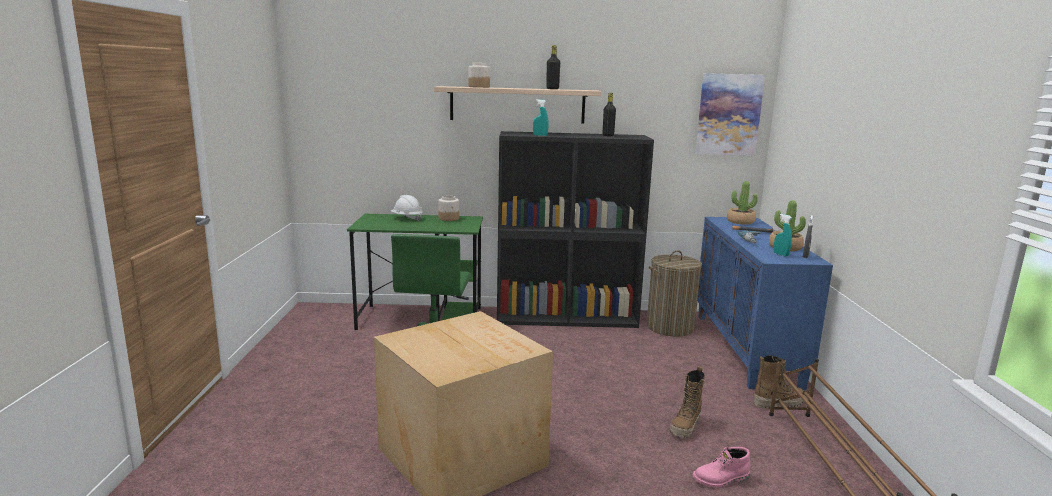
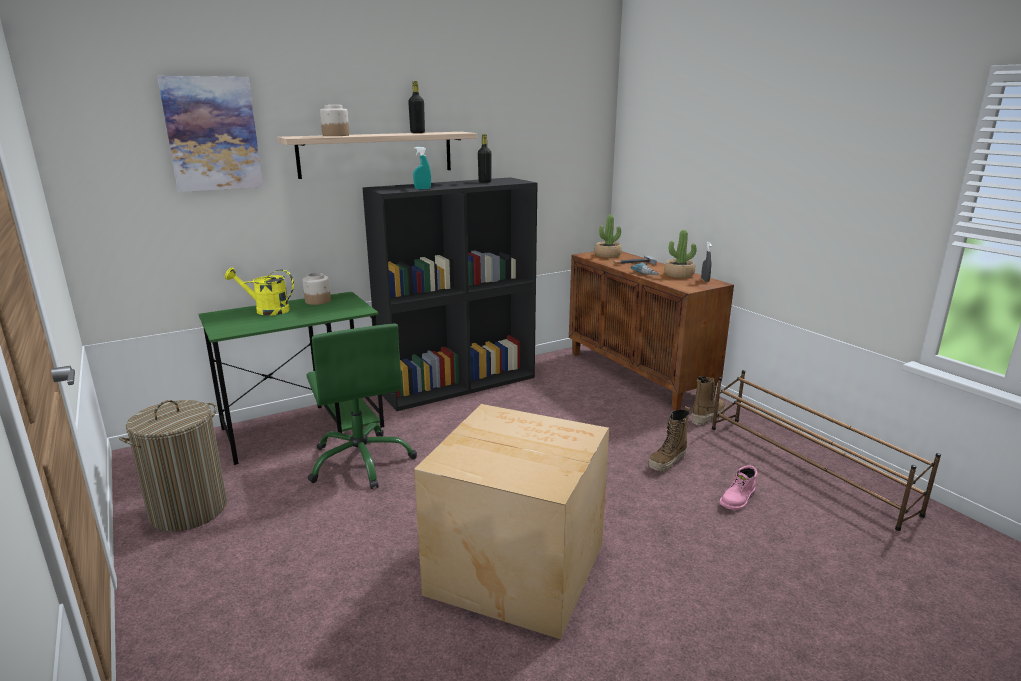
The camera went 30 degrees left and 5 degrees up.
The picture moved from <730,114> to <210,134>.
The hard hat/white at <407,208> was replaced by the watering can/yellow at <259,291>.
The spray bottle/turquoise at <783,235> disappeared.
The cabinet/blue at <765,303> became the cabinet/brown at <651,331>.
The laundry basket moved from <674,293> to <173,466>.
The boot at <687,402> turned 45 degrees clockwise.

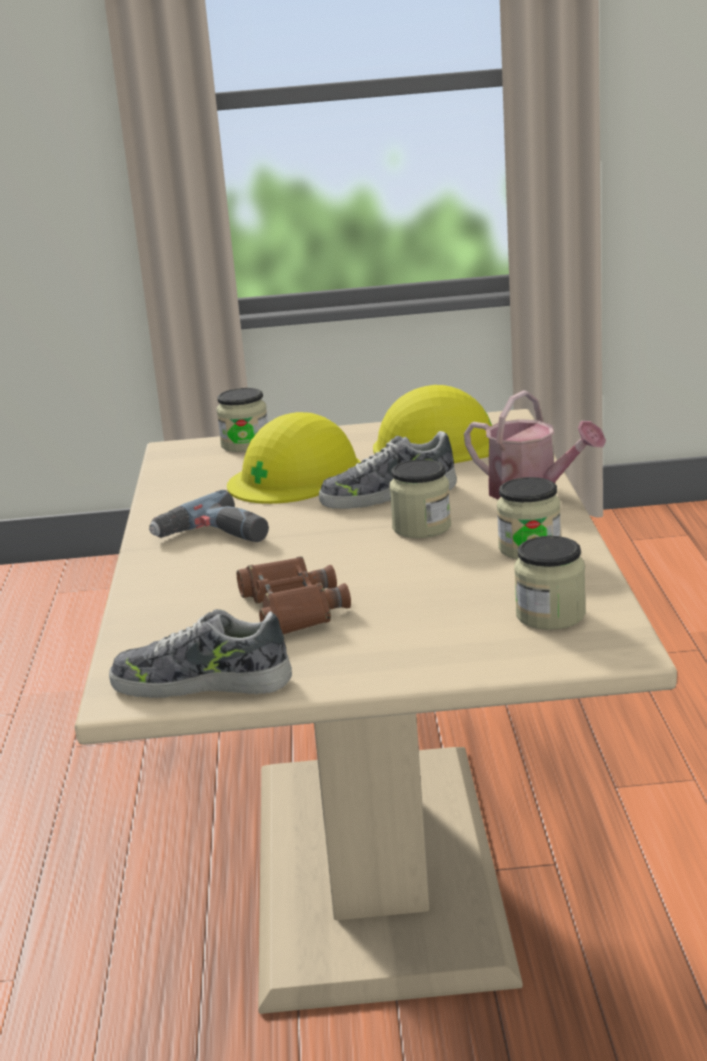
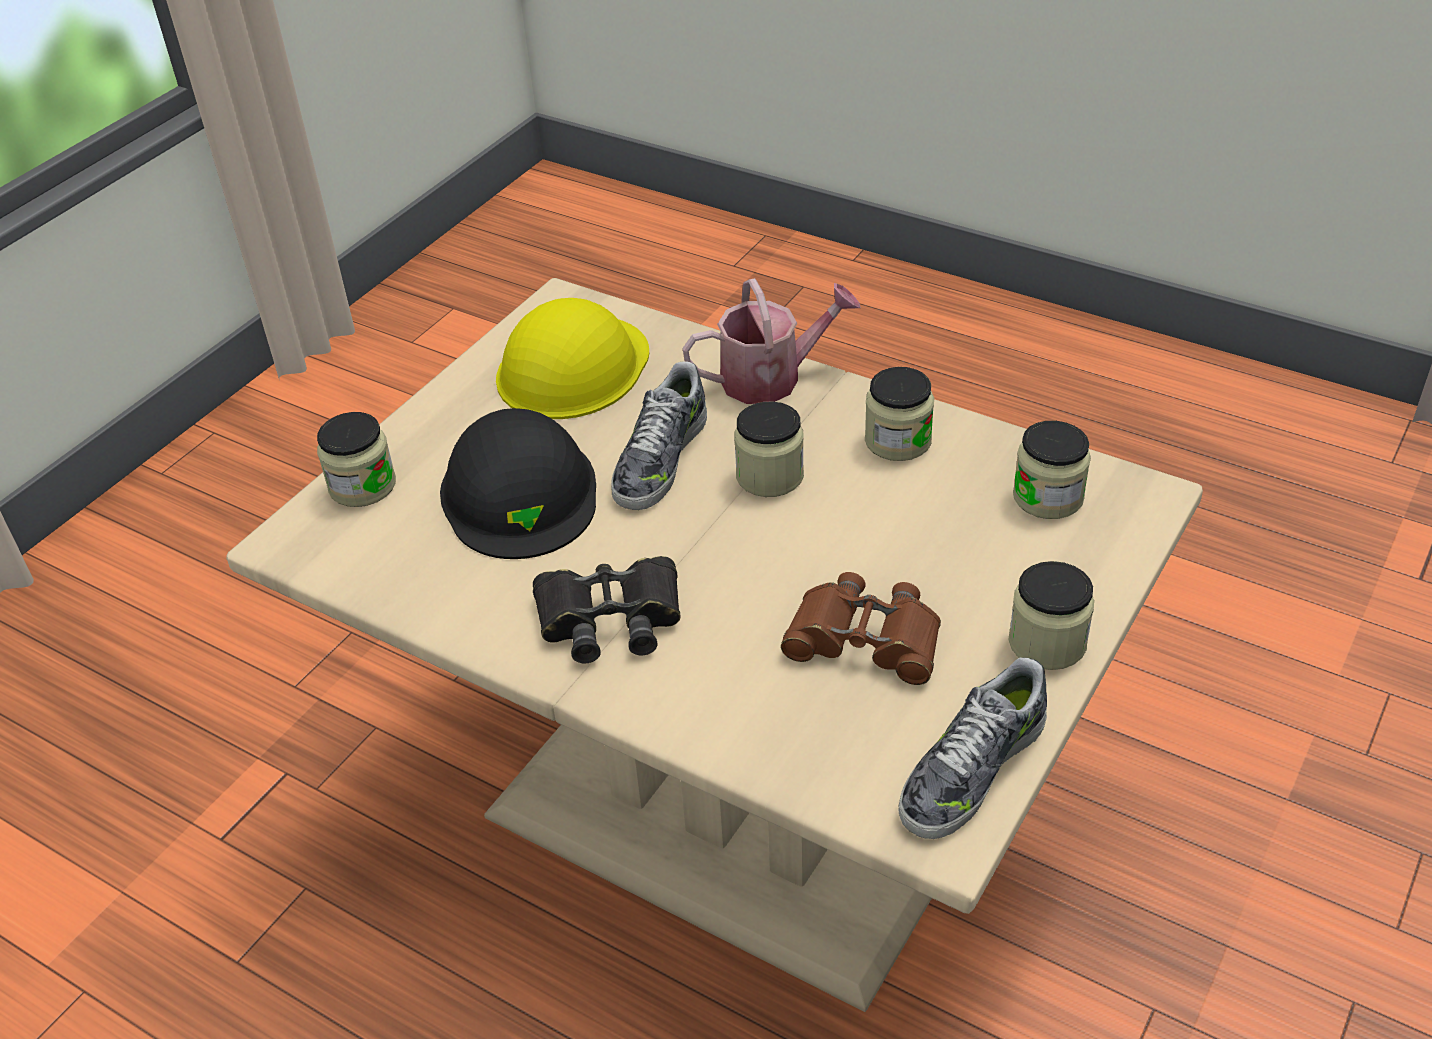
The camera went 55 degrees left and 20 degrees up.
The hard hat/yellow at <294,458> became the hard hat/black at <518,483>.
The power drill at <209,516> was replaced by the binoculars/black at <606,610>.
The jar at <1051,615> appeared.

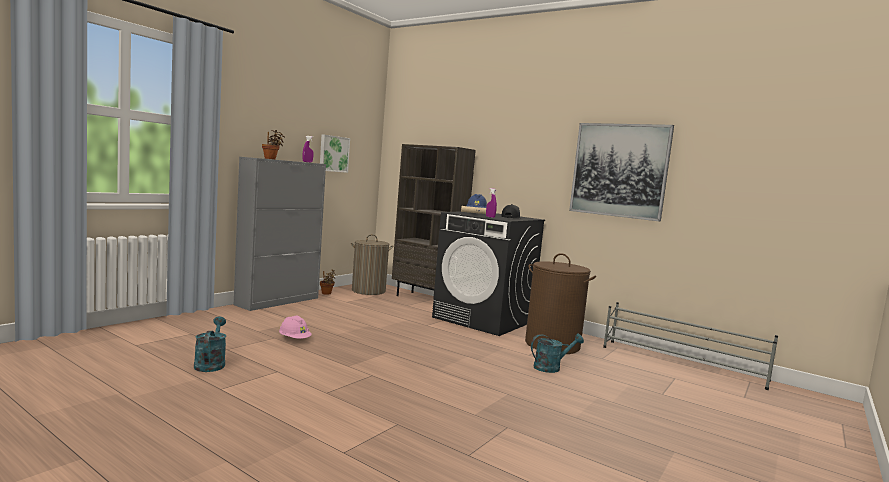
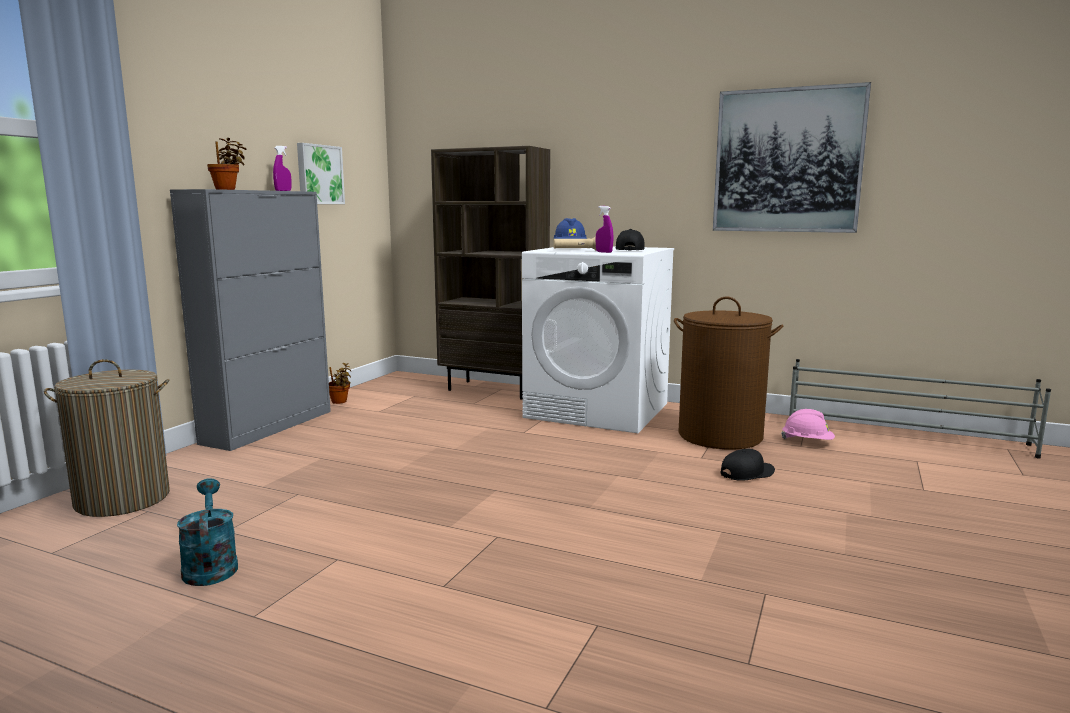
The camera went 10 degrees left and 5 degrees up.
The washing machine/black at <488,274> became the washing machine/white at <598,340>.
The laundry basket moved from <372,264> to <107,438>.
The hard hat/pink moved from <295,327> to <808,424>.
The watering can/turquoise at <557,353> was replaced by the cap/black at <748,465>.

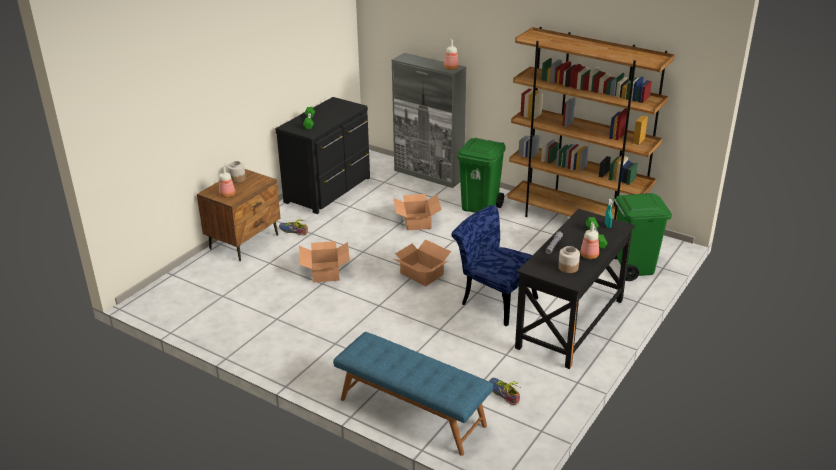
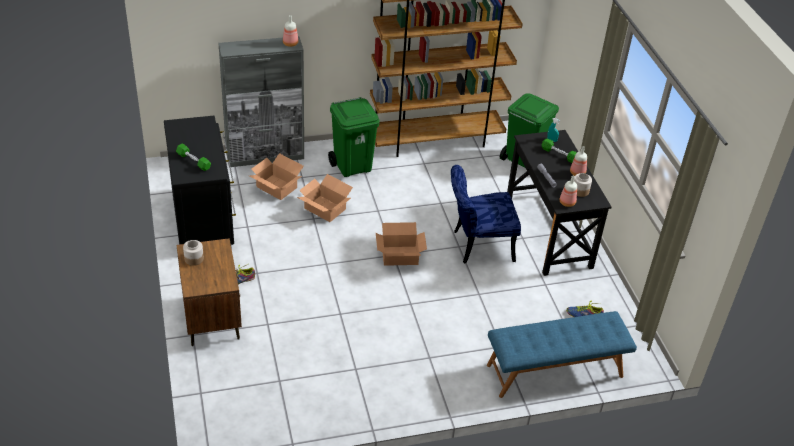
The camera went 50 degrees left and 10 degrees up.
The bottle moved from <227,182> to <568,191>.
The cardboard box moved from <324,262> to <277,176>.

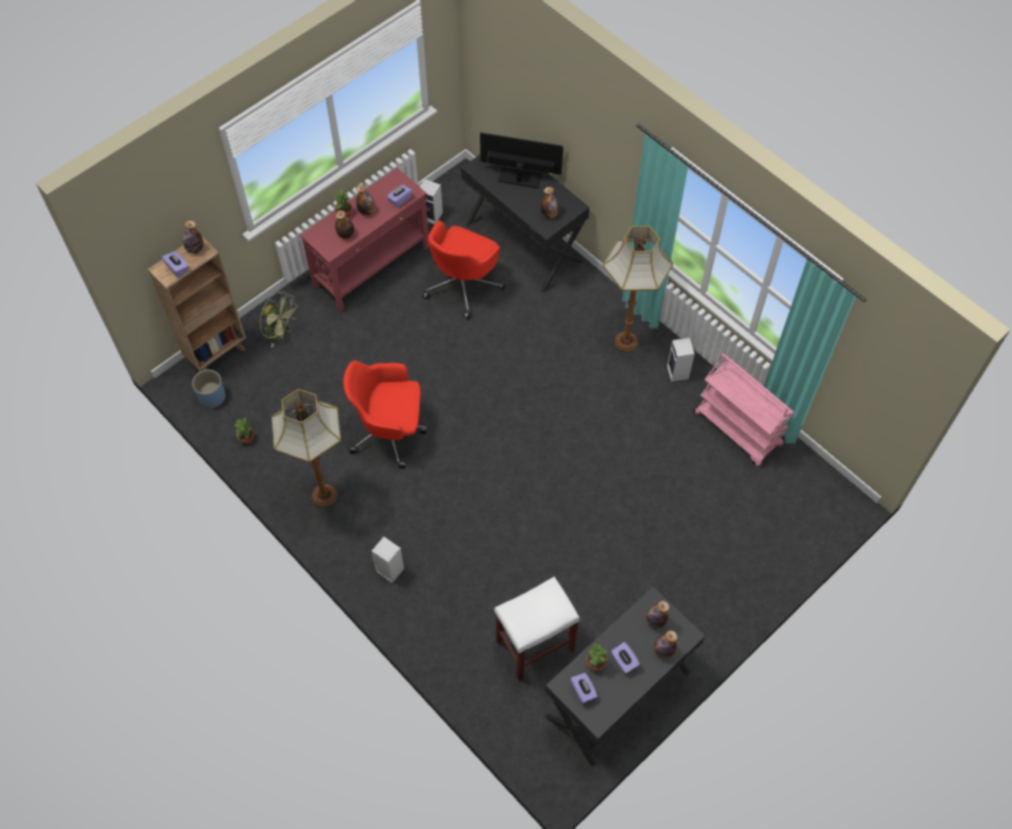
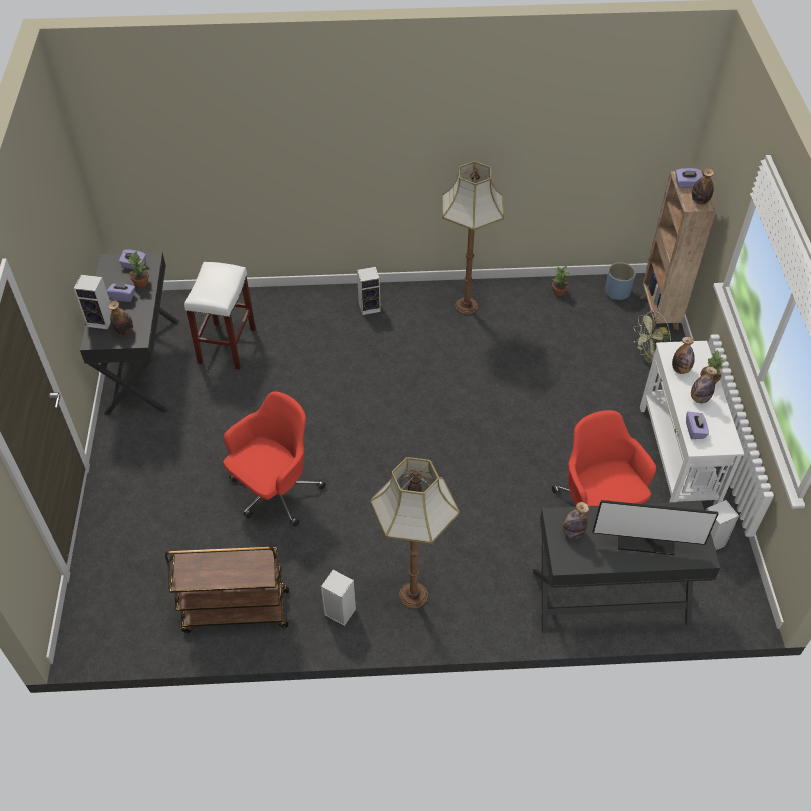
The camera went 130 degrees right and 10 degrees down.
The monitor at <521,160> turned 45 degrees clockwise.
The console table/red at <364,240> became the console table/white at <692,423>.
The cart/pink at <744,410> became the cart/brown at <227,590>.
The office chair/red moved from <385,414> to <274,459>.
The bottle at <665,644> was replaced by the speaker at <93,302>.

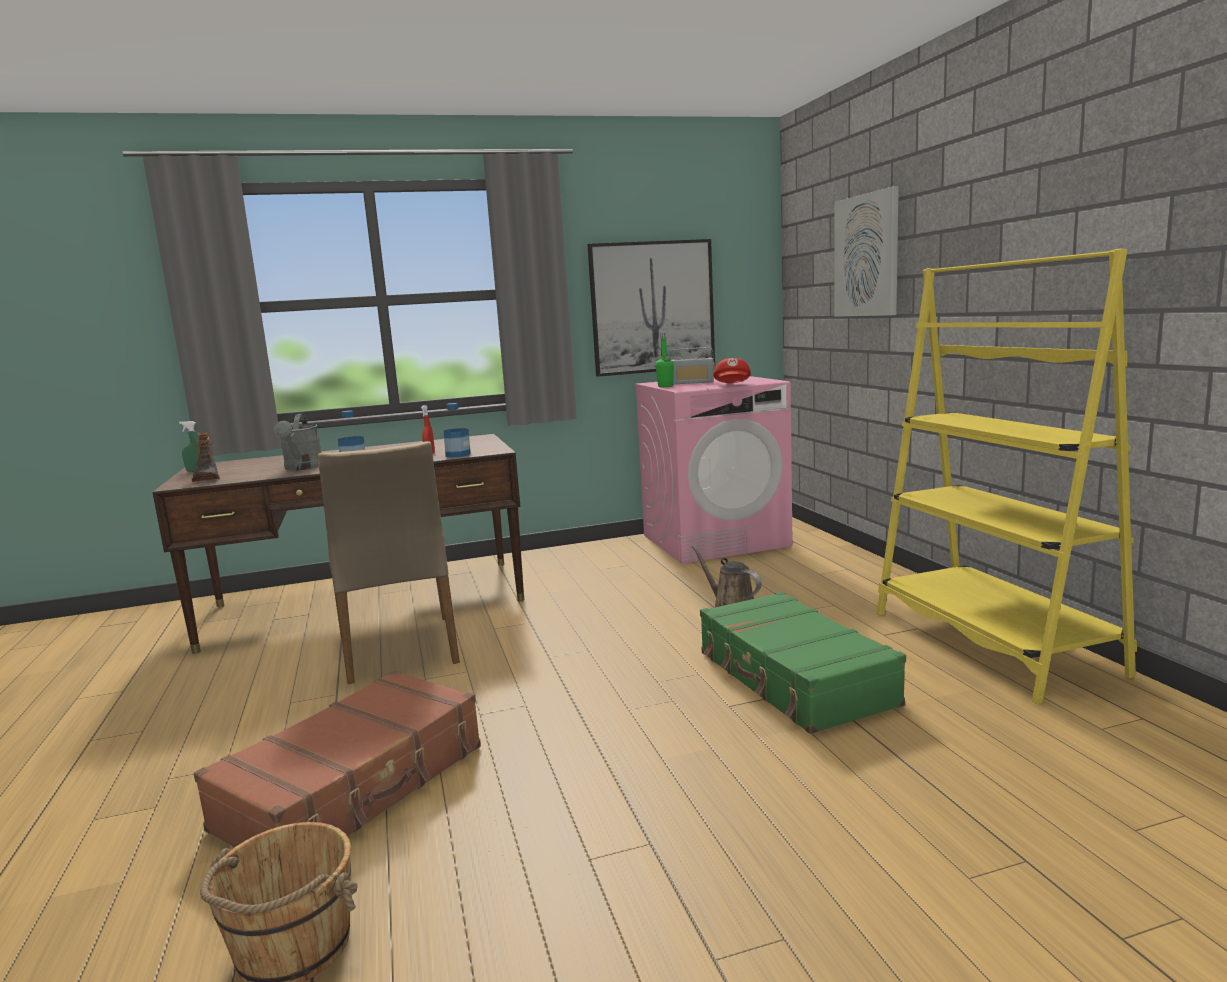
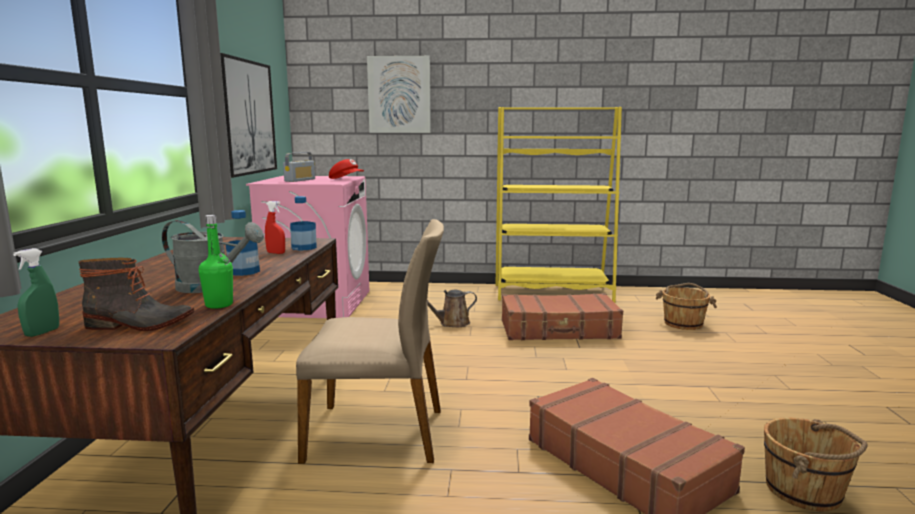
The camera went 70 degrees left and 0 degrees up.
The bottle/green moved from <664,360> to <216,262>.
The suitcase/green at <803,662> became the suitcase/brown at <562,316>.
The bucket/brown at <686,306> appeared.

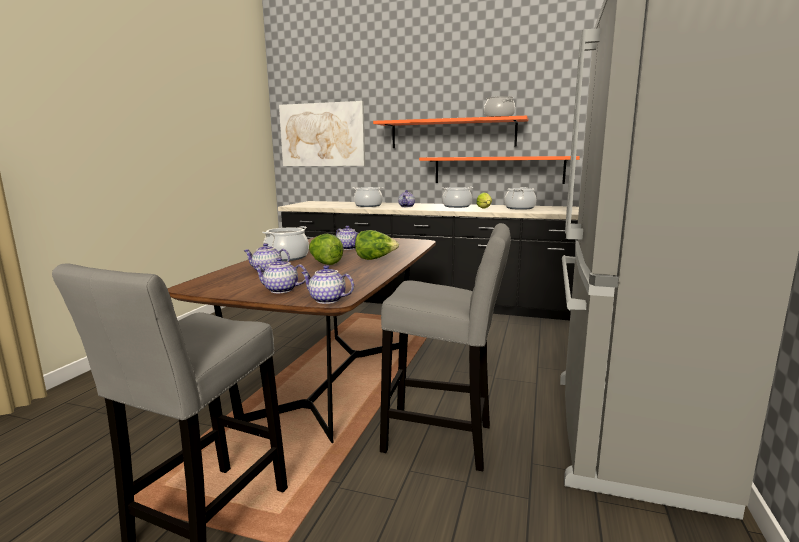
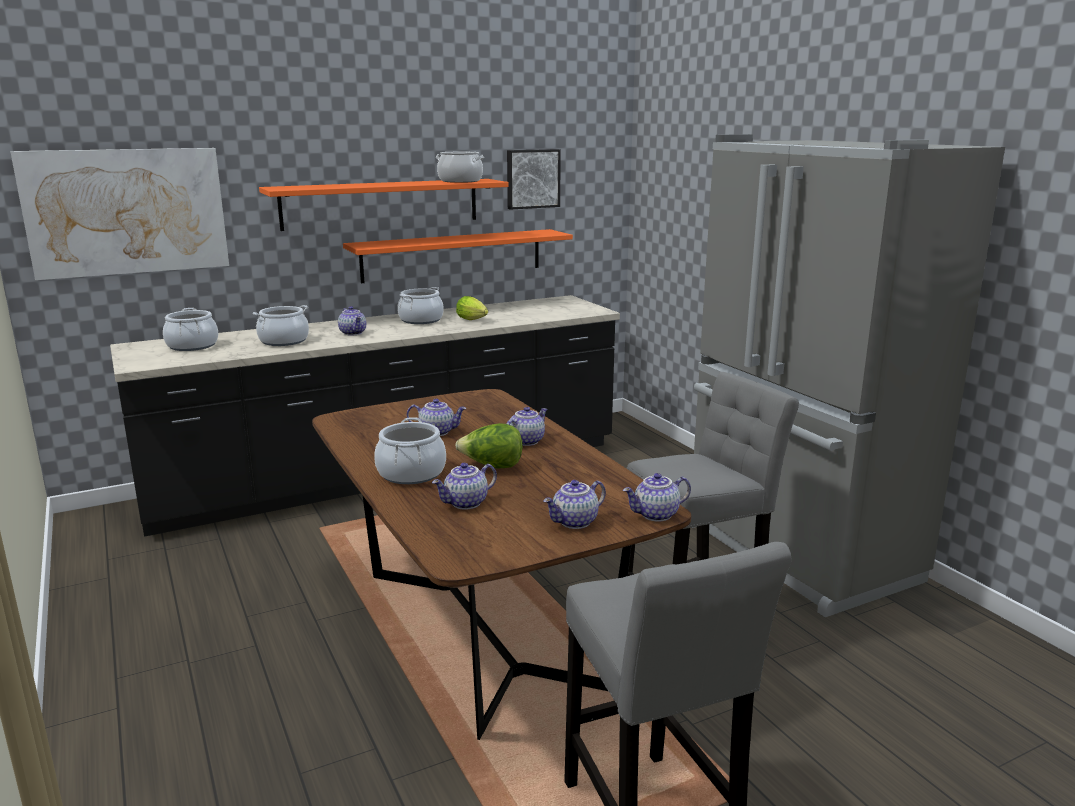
The camera went 45 degrees left and 5 degrees up.
The cooking pot moved from <520,198> to <190,329>.
The lettuce at <377,245> was replaced by the teapot at <527,426>.
The picture at <534,179> appeared.

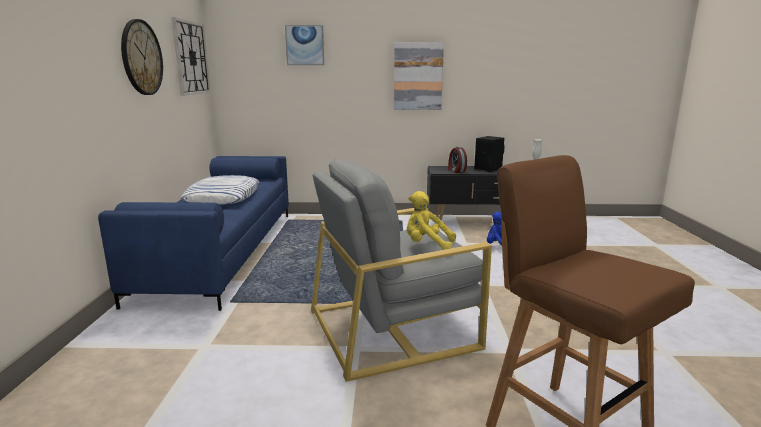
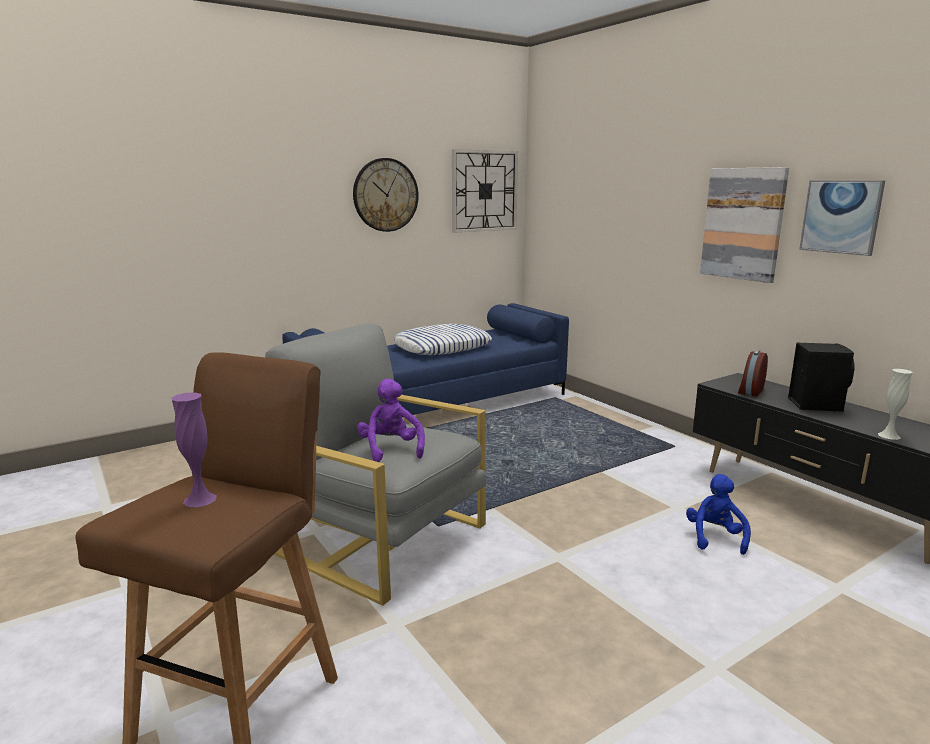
The camera went 55 degrees right and 0 degrees up.
The picture moved from <304,45> to <842,218>.
The plush toy/yellow at <431,220> became the plush toy/purple at <391,420>.
The vase/purple at <194,449> appeared.

